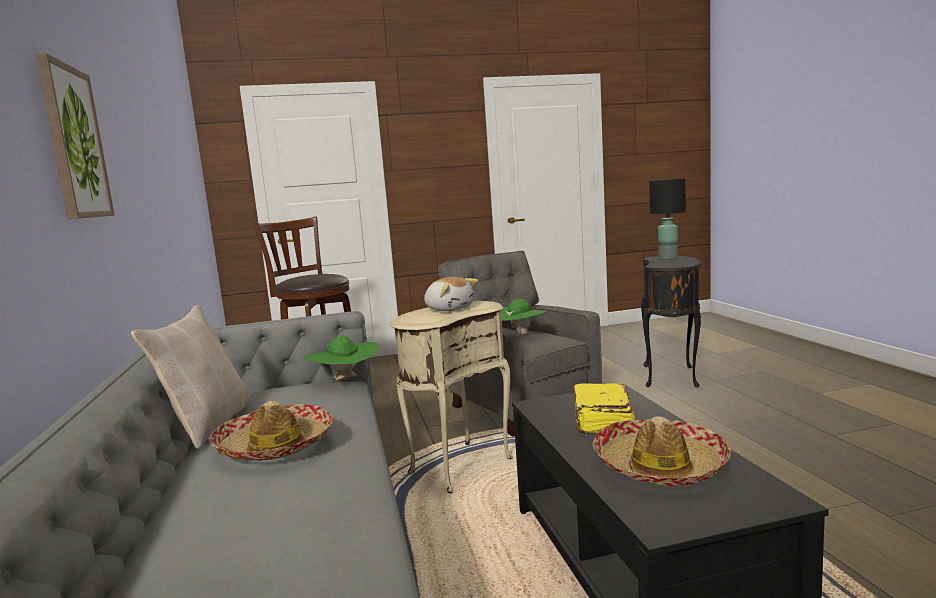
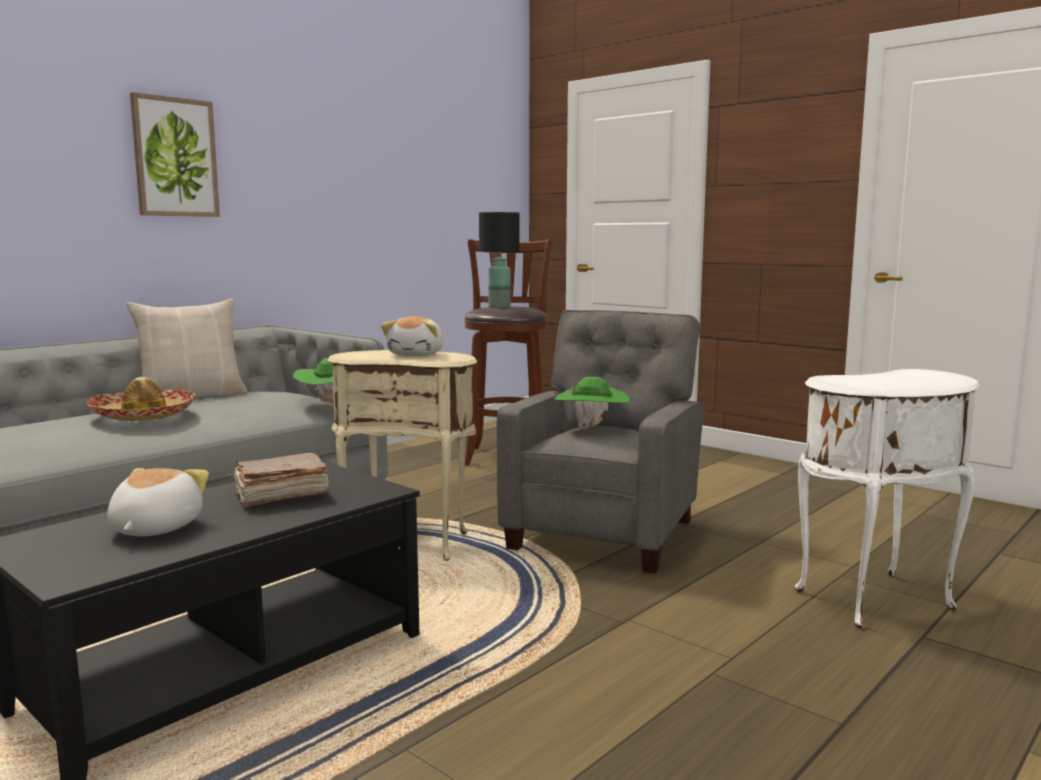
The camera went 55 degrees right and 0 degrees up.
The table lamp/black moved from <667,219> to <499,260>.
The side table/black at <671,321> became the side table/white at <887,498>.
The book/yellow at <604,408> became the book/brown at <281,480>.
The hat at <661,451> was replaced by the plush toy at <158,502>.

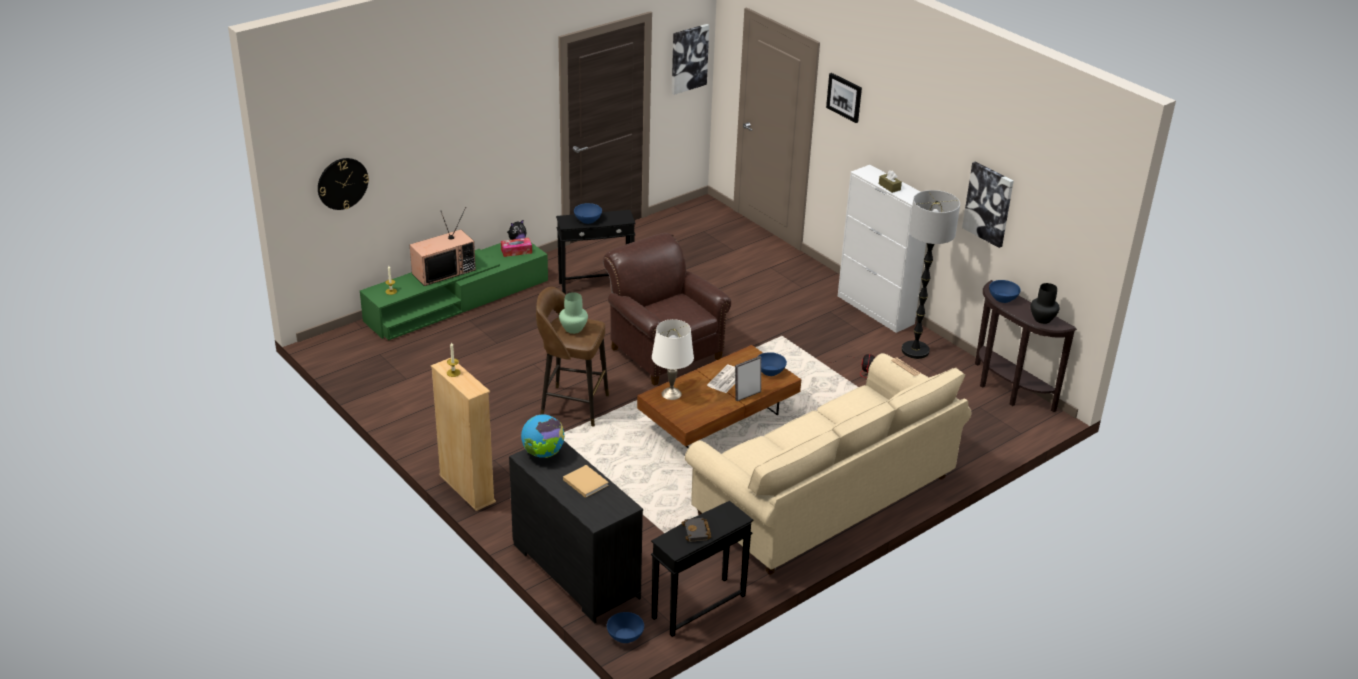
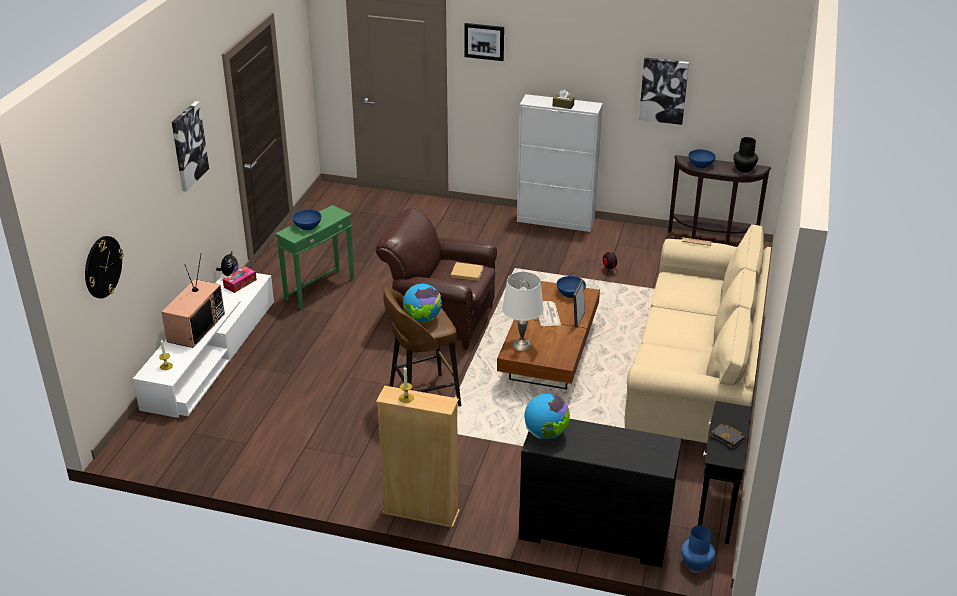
The camera went 35 degrees left and 0 degrees up.
The picture moved from <690,59> to <190,146>.
The floor lamp at <931,274> disappeared.
The side table/black at <596,252> became the side table/green at <314,257>.
The tv stand/green at <454,292> became the tv stand/white at <203,345>.
The vase/green at <573,313> was replaced by the globe at <422,303>.
The book/beige moved from <586,481> to <467,271>.
The bowl/blue at <625,627> was replaced by the vase/blue at <698,548>.

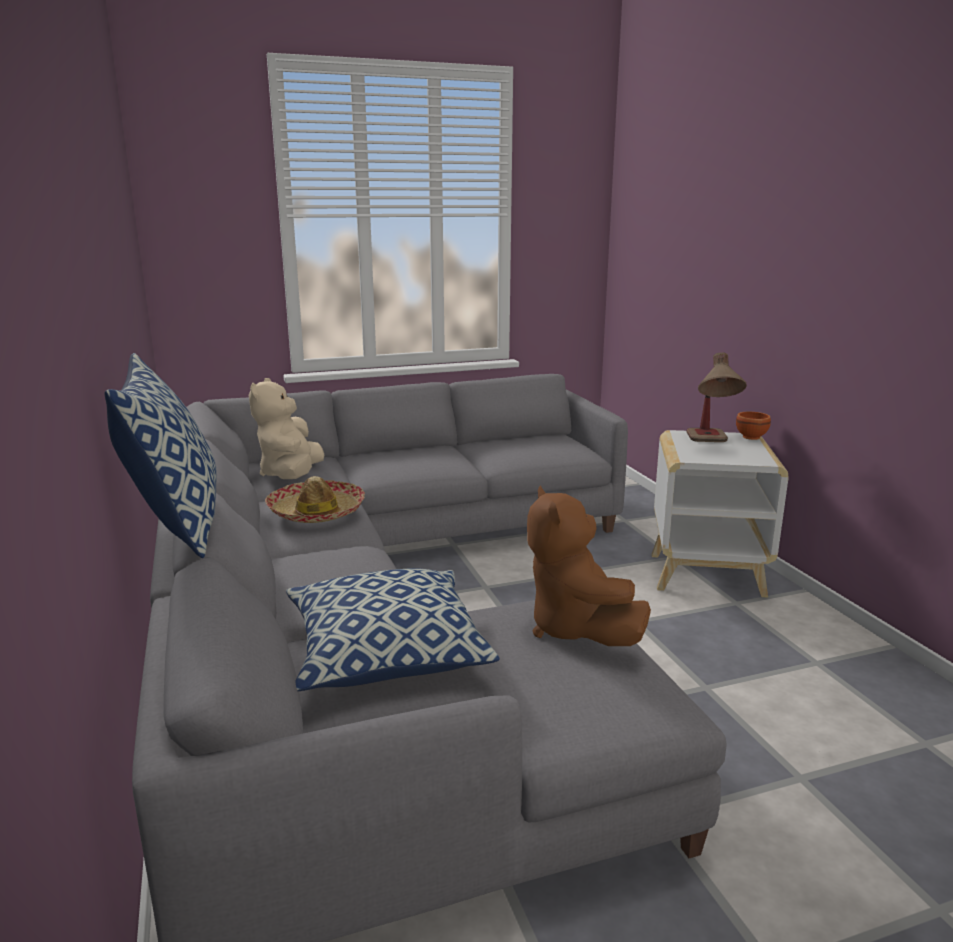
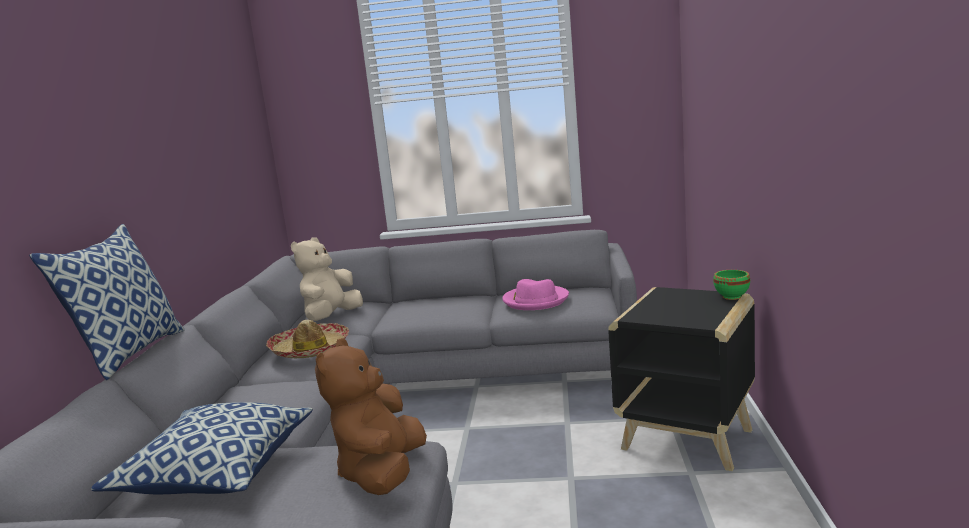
The camera went 25 degrees right and 5 degrees down.
The table lamp at <717,397> disappeared.
The bowl/brown at <753,426> became the bowl/green at <731,285>.
The side table/white at <720,514> became the side table/black at <681,379>.
The hat/pink at <535,294> appeared.

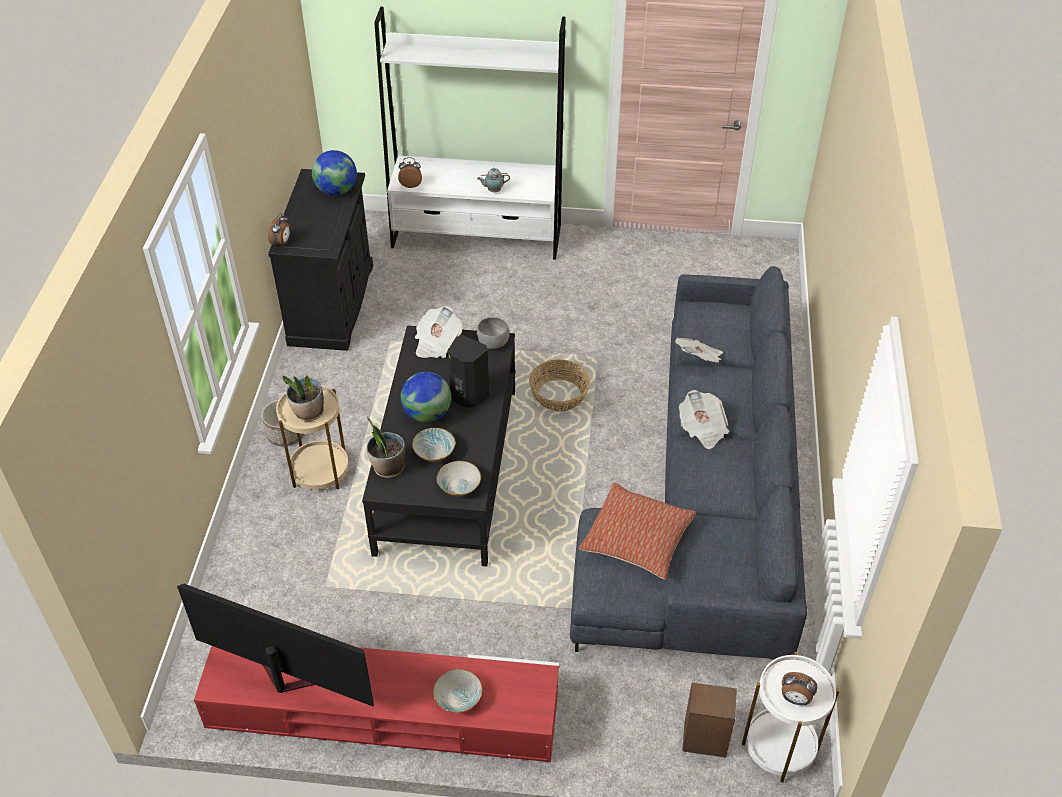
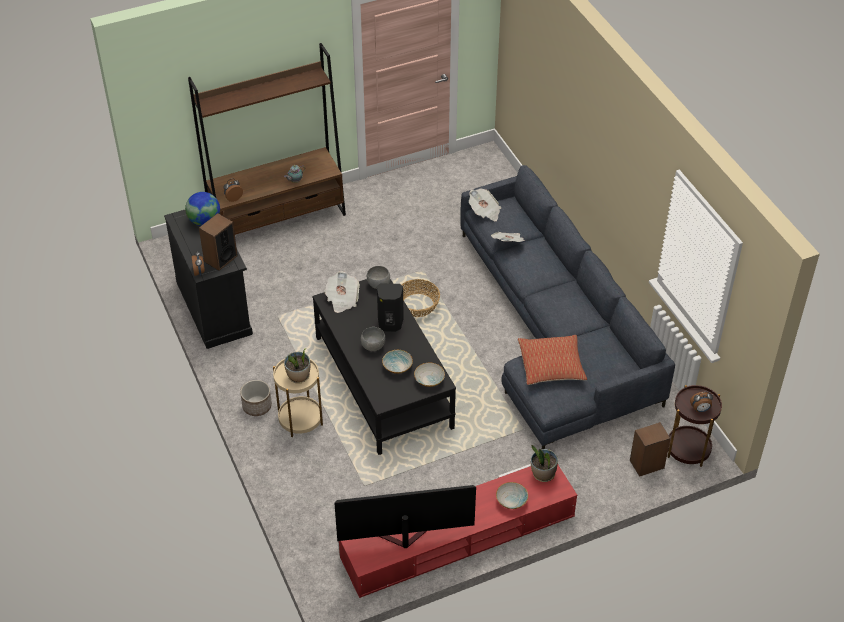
The camera went 30 degrees left and 0 degrees up.
The bookcase/white at <469,133> became the bookcase/brown at <267,139>.
The globe at <425,397> was replaced by the bowl/grey at <373,339>.
The newspaper moved from <704,419> to <485,205>.
The potted plant moved from <386,447> to <544,463>.
The side table/white at <790,717> became the side table/brown at <694,426>.
The speaker at <218,242> appeared.

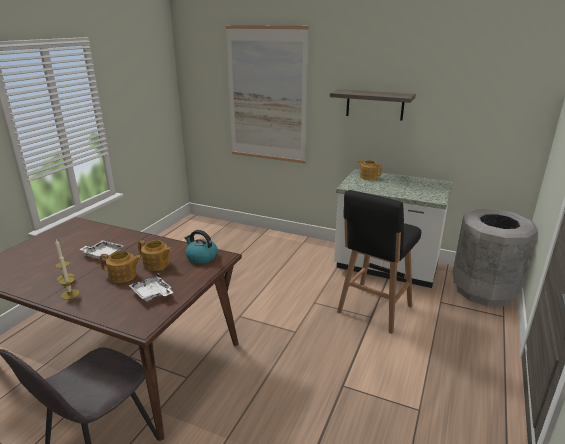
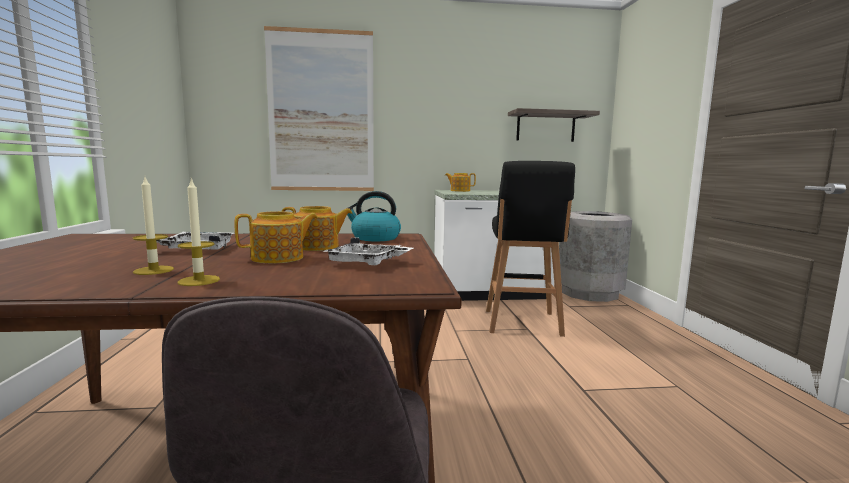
The camera went 30 degrees left and 15 degrees down.
The shelf moved from <373,105> to <554,125>.

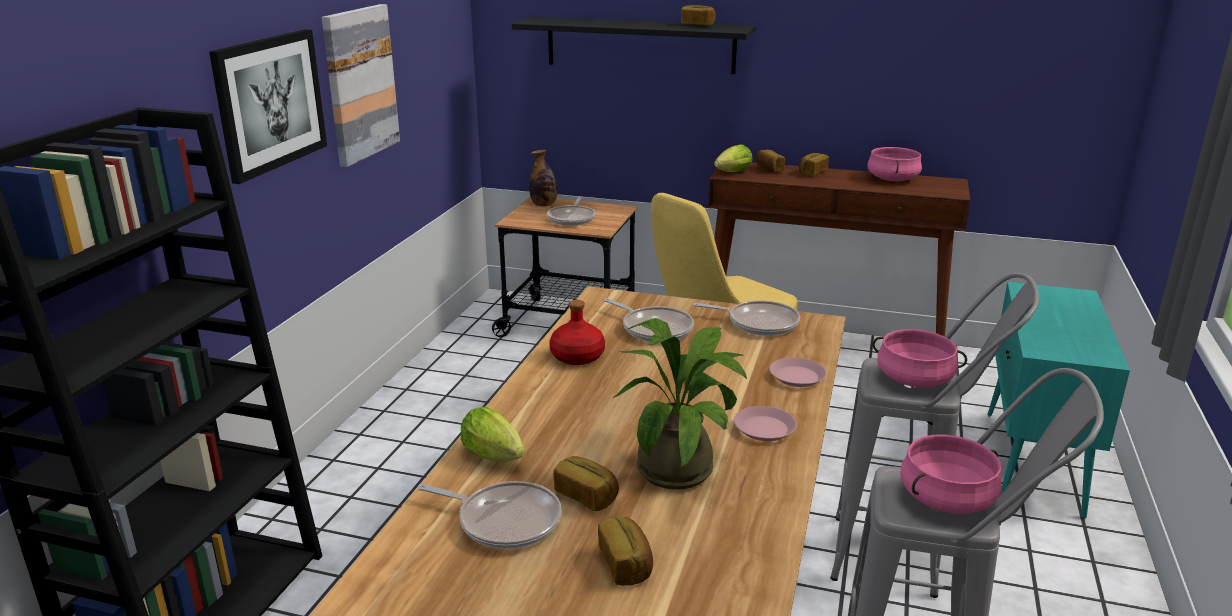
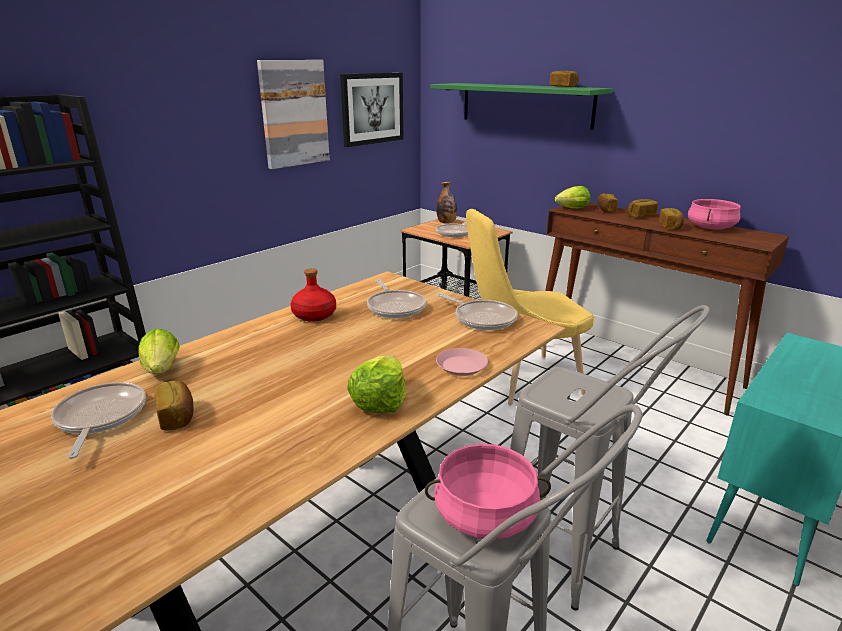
The camera went 25 degrees right and 0 degrees up.
The shelf/black at <634,45> became the shelf/green at <521,106>.
The picture moved from <268,106> to <371,110>.
The potted plant at <680,404> disappeared.
The cooking pot/pink at <920,358> disappeared.
The plate/pink at <765,423> was replaced by the lettuce at <376,384>.
The frying pan at <490,515> turned 150 degrees counterclockwise.
The bread moved from <625,551> to <671,219>.

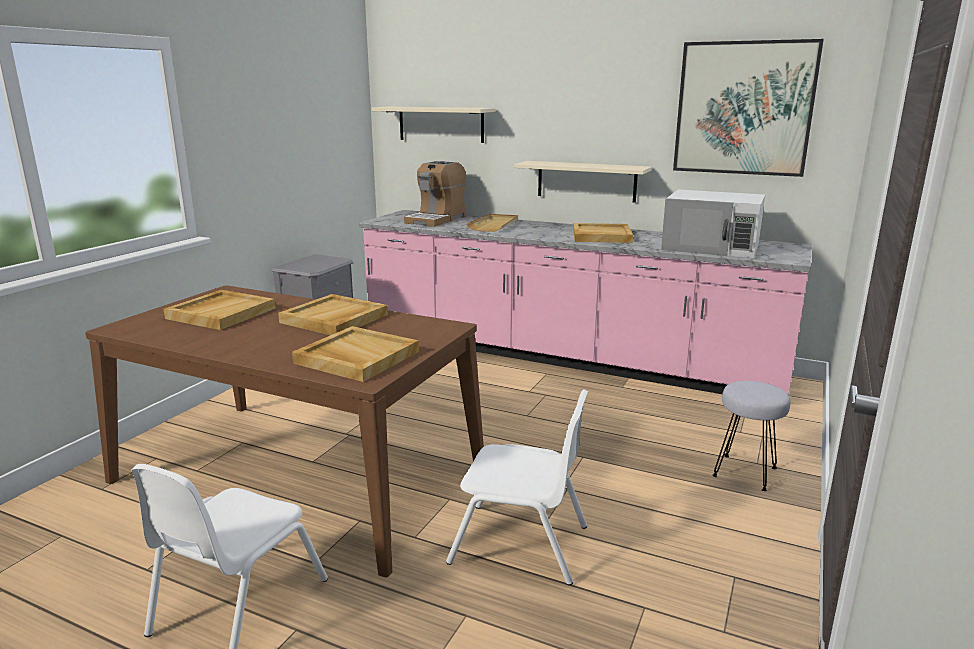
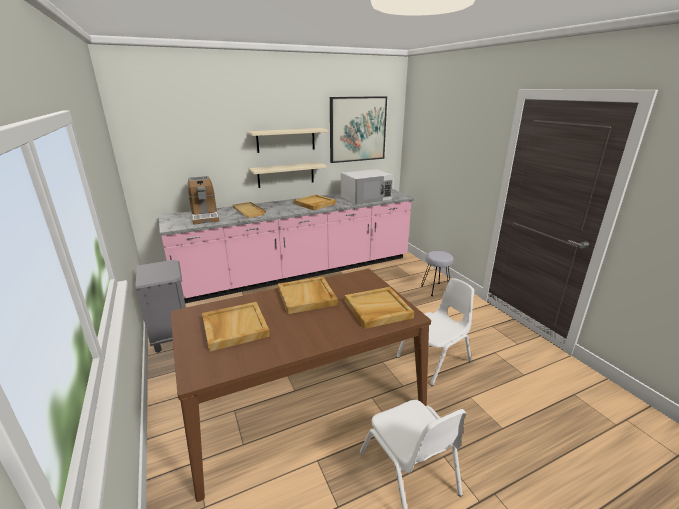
The camera went 50 degrees left and 5 degrees up.
The shelf/beige moved from <433,125> to <288,140>.

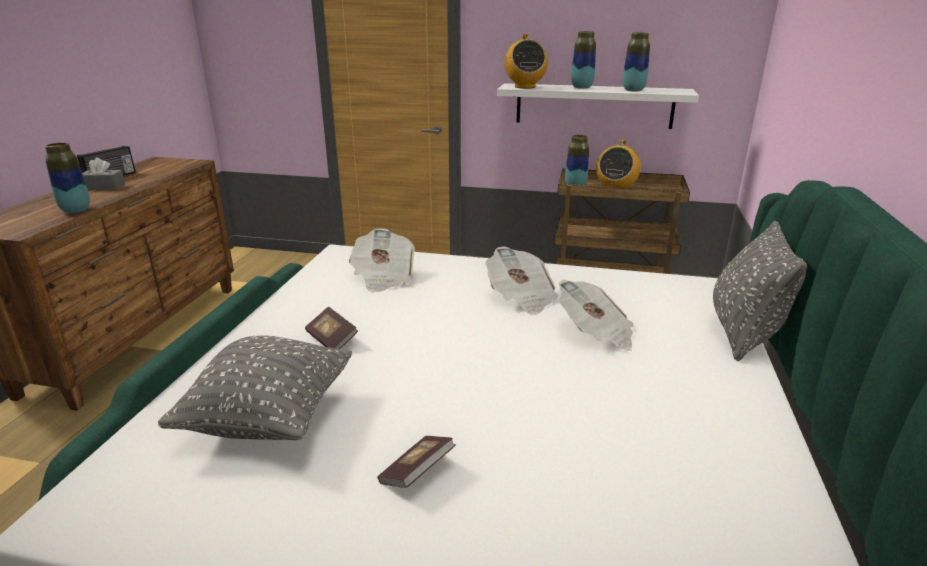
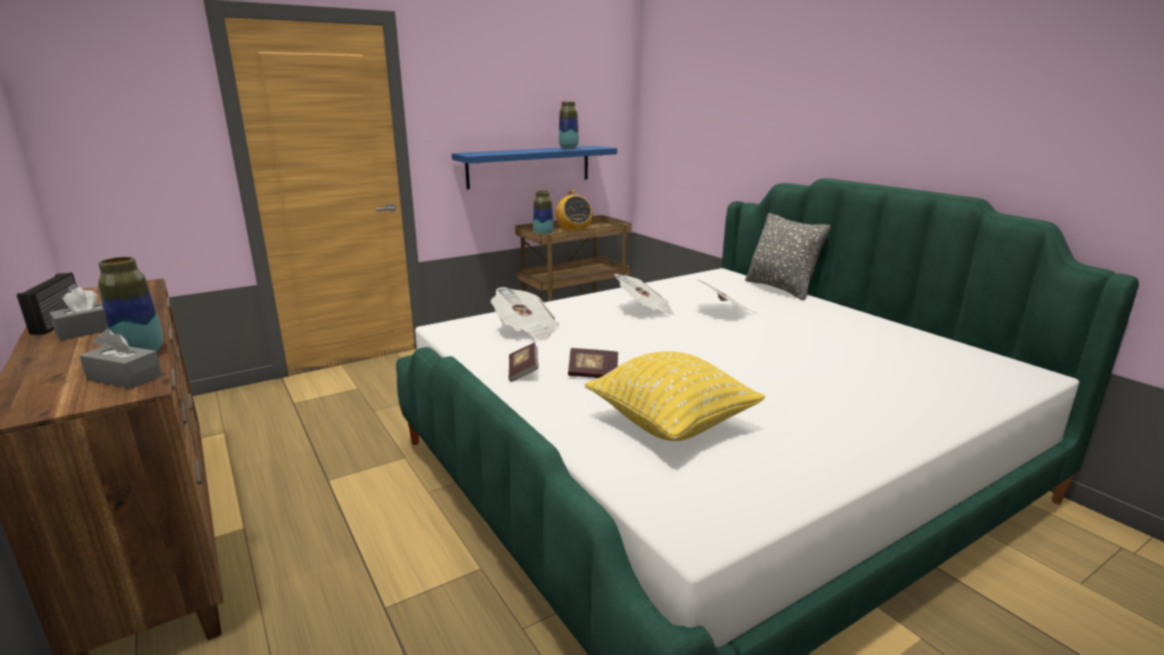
The camera went 45 degrees left and 5 degrees down.
The vase at <583,60> disappeared.
The radio at <526,61> disappeared.
The shelf/white at <598,106> became the shelf/blue at <534,167>.
The pillow/grey at <255,387> became the pillow/yellow at <675,396>.
The book moved from <416,462> to <523,362>.
The tissue box/grey at <121,359> appeared.

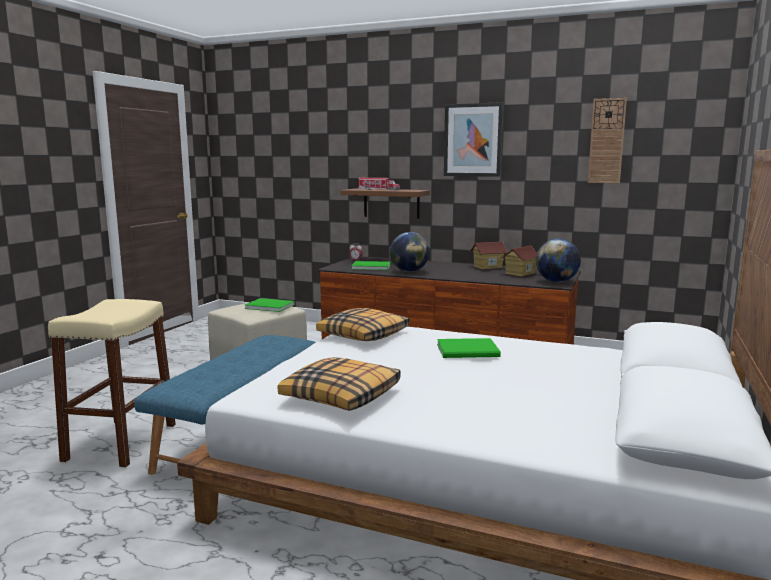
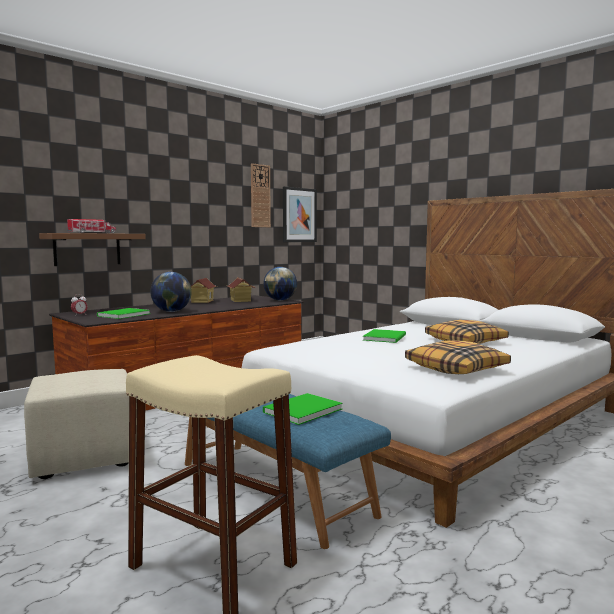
The camera went 65 degrees left and 5 degrees down.
The picture moved from <473,139> to <300,214>.
The book/green moved from <270,305> to <302,409>.
The pillow moved from <362,324> to <467,332>.

